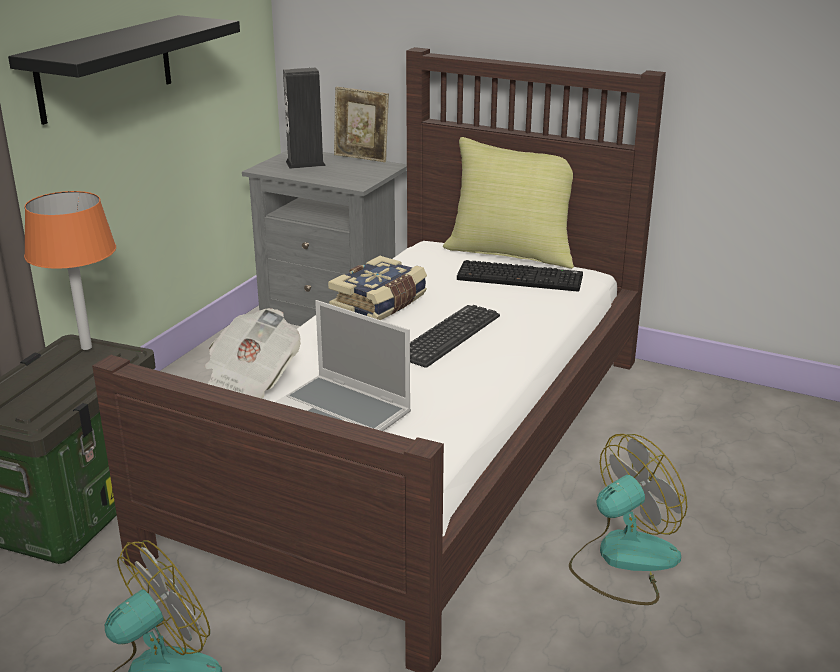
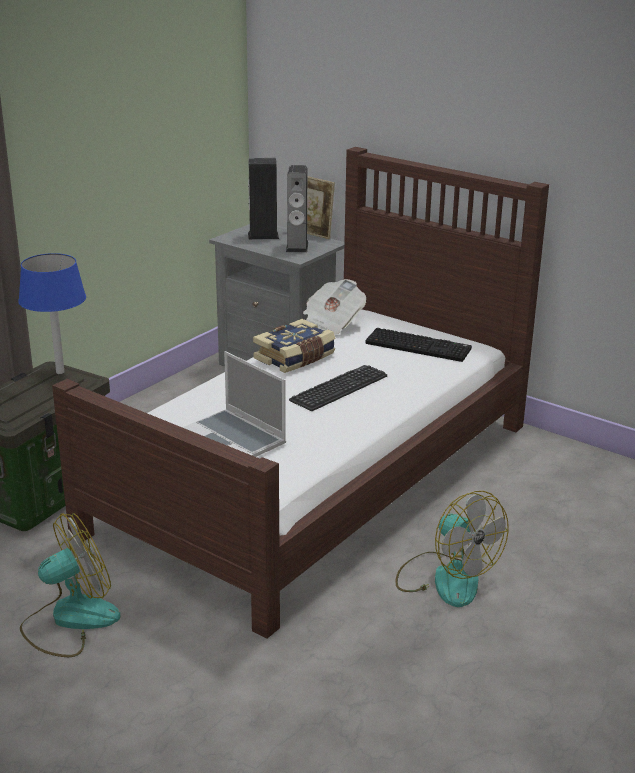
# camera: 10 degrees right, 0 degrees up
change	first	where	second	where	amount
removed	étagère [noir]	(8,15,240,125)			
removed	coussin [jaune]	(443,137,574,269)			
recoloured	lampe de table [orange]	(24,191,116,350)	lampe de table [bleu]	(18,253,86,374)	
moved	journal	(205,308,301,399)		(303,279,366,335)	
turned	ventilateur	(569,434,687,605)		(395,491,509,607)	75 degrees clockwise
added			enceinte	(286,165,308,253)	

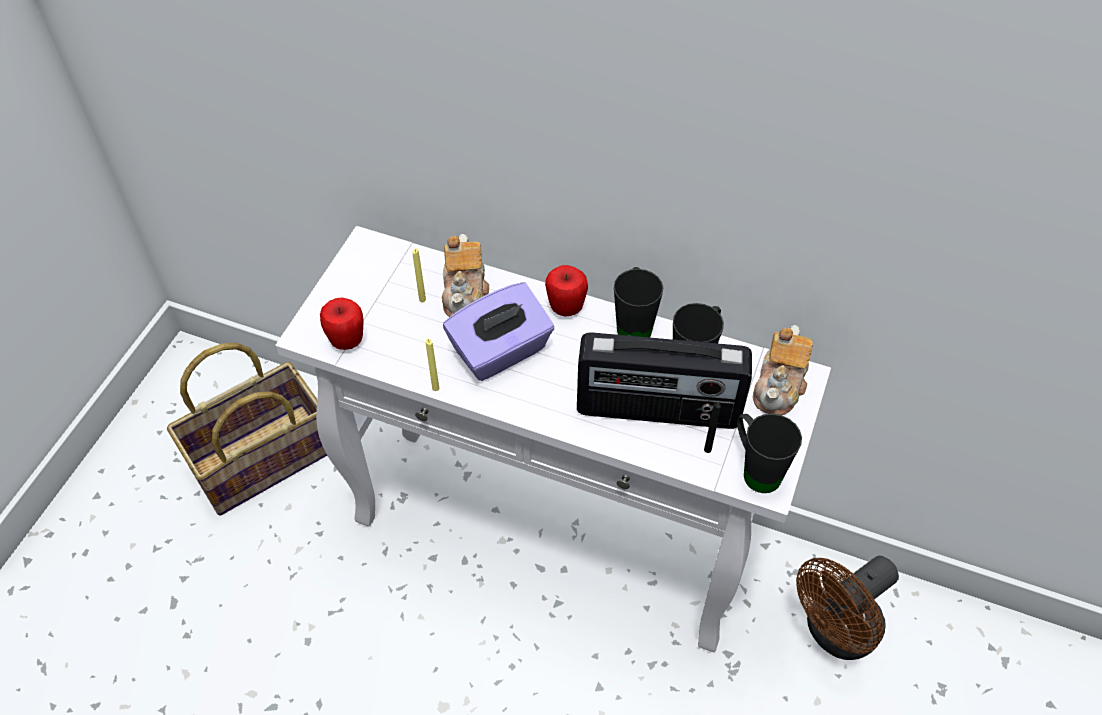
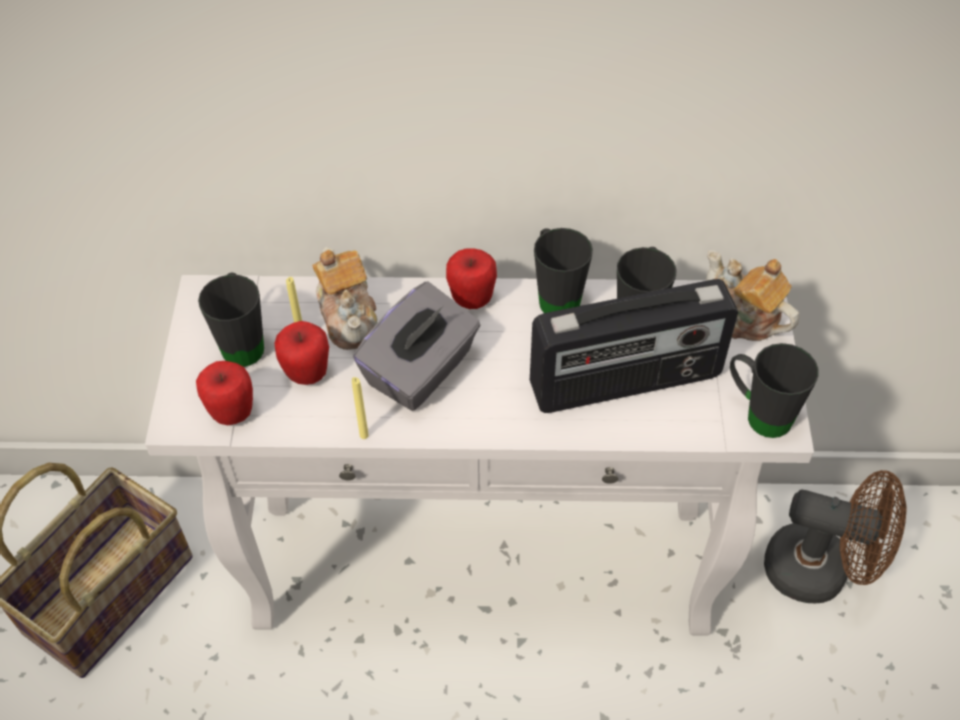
# camera: 20 degrees left, 0 degrees up
change	first	where	second	where	amount
recoloured	boîte à mouchoirs [violet]	(443,282,554,381)	boîte à mouchoirs [gris]	(353,281,480,411)	
turned	théière	(753,325,813,415)		(706,251,799,341)	135 degrees clockwise
removed	bougie [noir]	(704,402,721,453)			
turned	ventilateur [marron]	(796,556,899,660)		(764,470,907,603)	105 degrees counterclockwise
added			mug [noir]	(198,272,264,367)	
added			pomme	(274,321,329,385)	

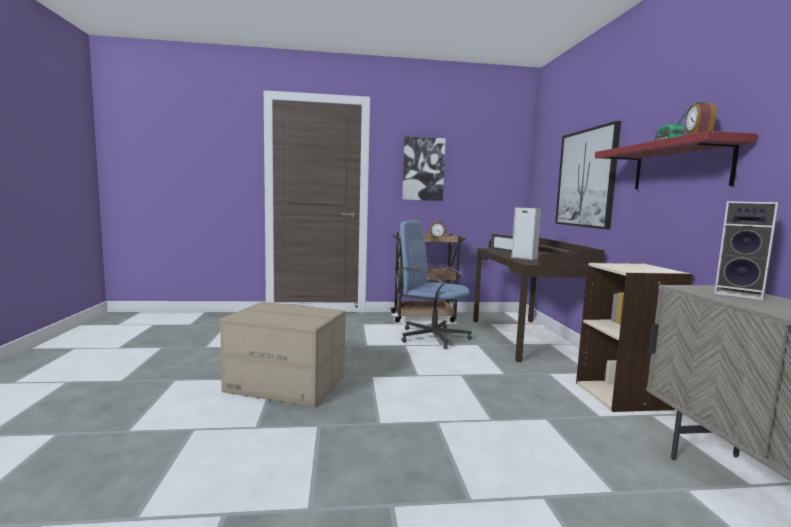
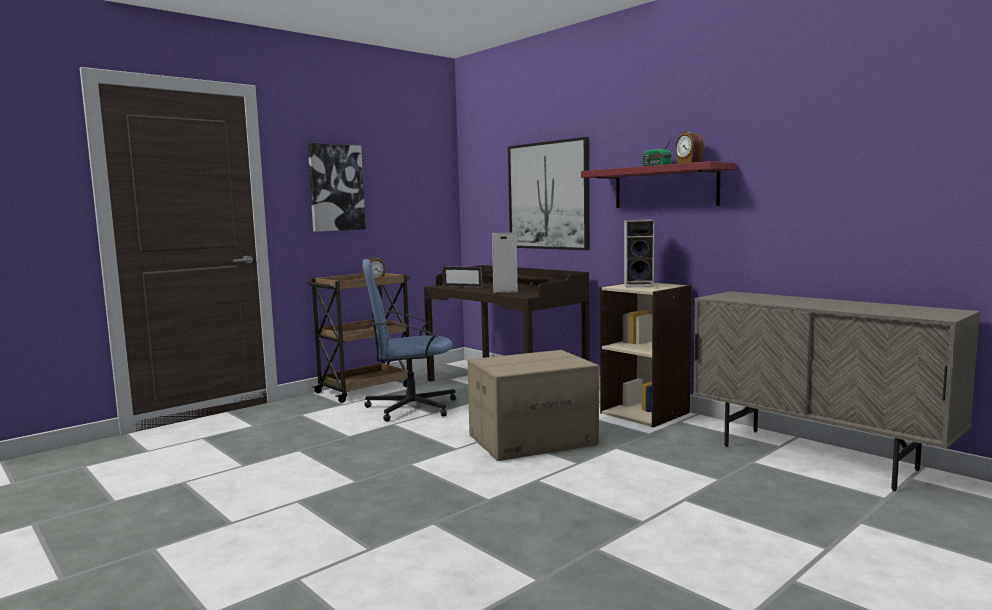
# camera: 35 degrees left, 0 degrees up
change	first	where	second	where	amount
moved	enceinte	(714,201,779,300)		(624,219,654,287)	
moved	carton	(220,302,346,407)		(468,350,599,461)	

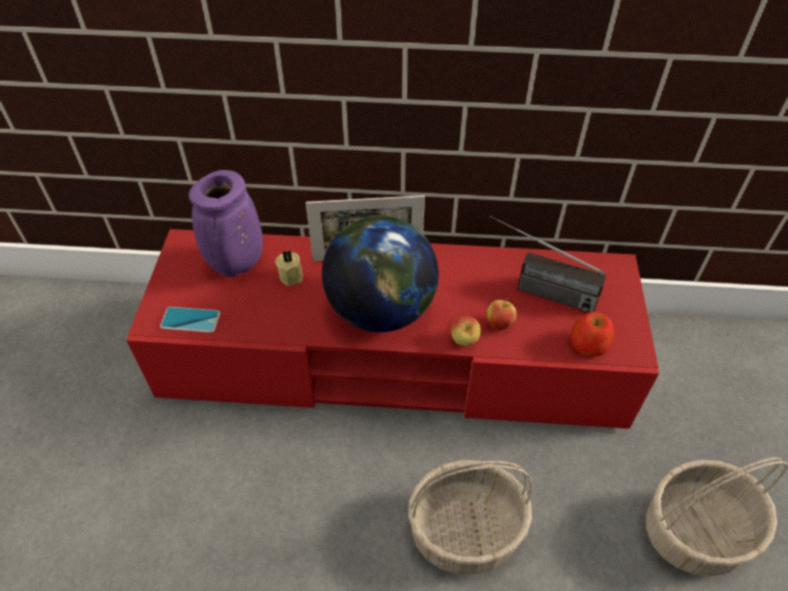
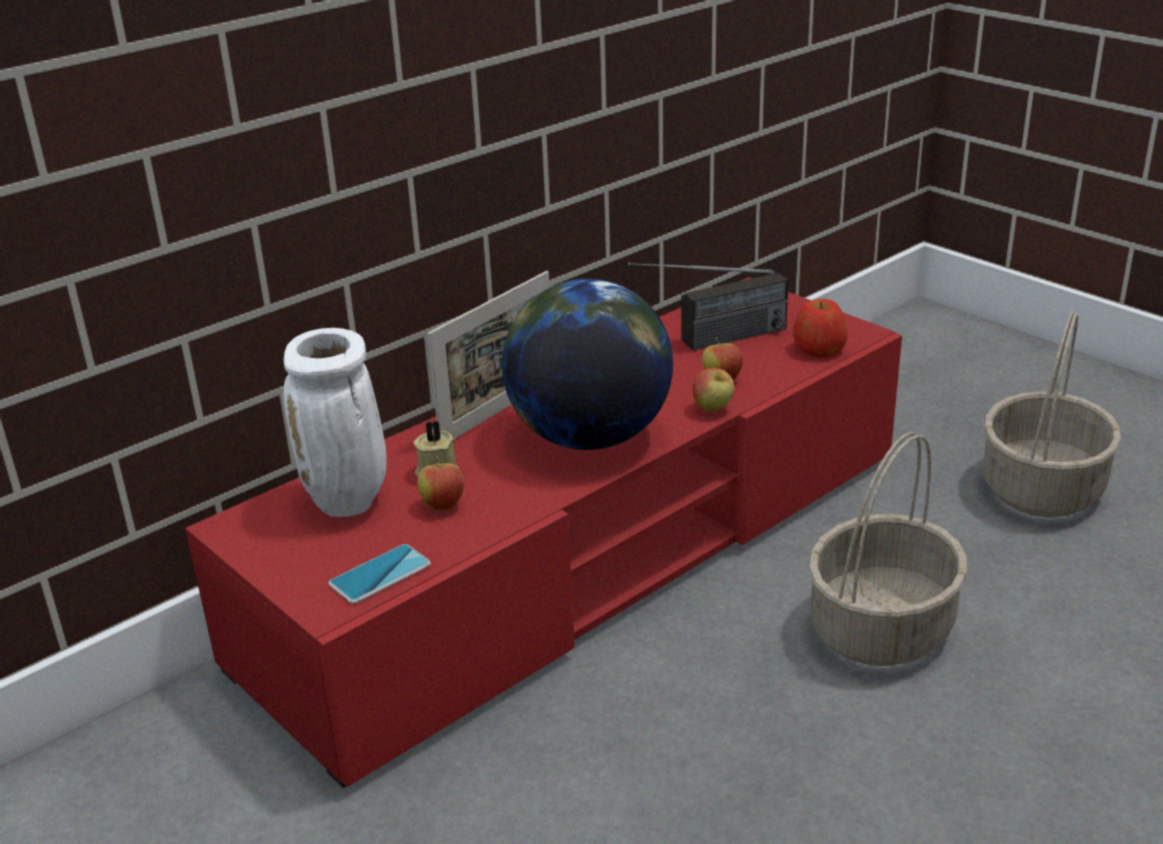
# camera: 45 degrees left, 20 degrees down
change	first	where	second	where	amount
recoloured	vase [violet]	(189,170,263,277)	vase [blanc]	(283,328,387,517)	
added			pomme	(417,456,464,511)	

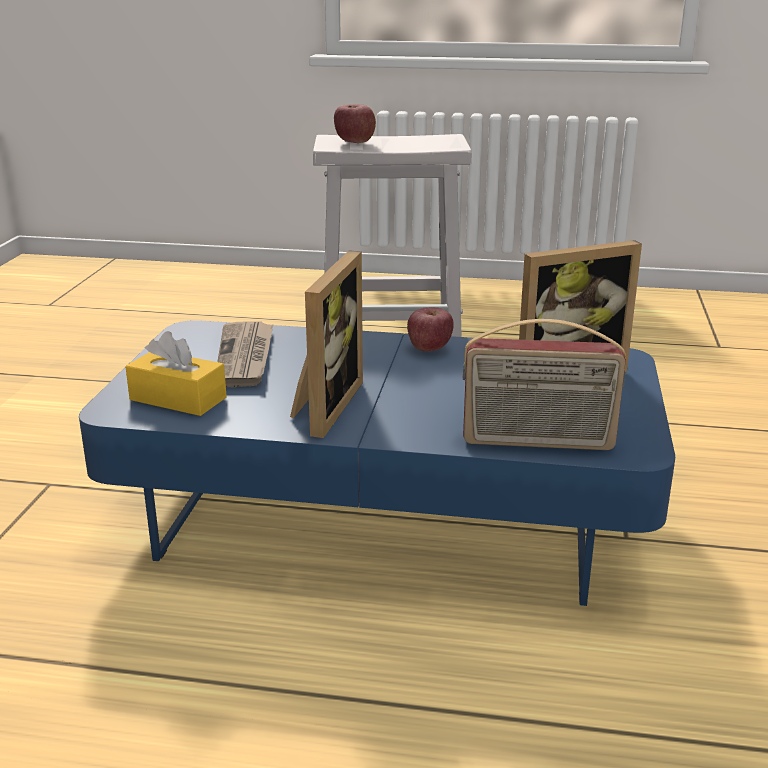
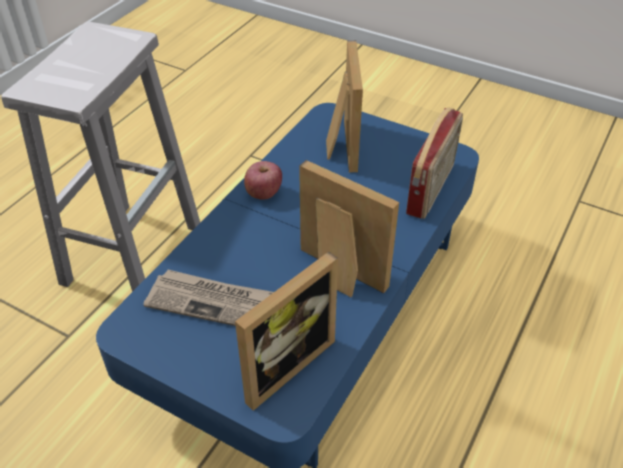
# camera: 70 degrees left, 20 degrees up
change	first	where	second	where	amount
removed	pomme	(334,104,376,143)			
replaced	boîte à mouchoirs [jaune]	(125,331,227,416)	cadre photo	(235,252,338,411)	

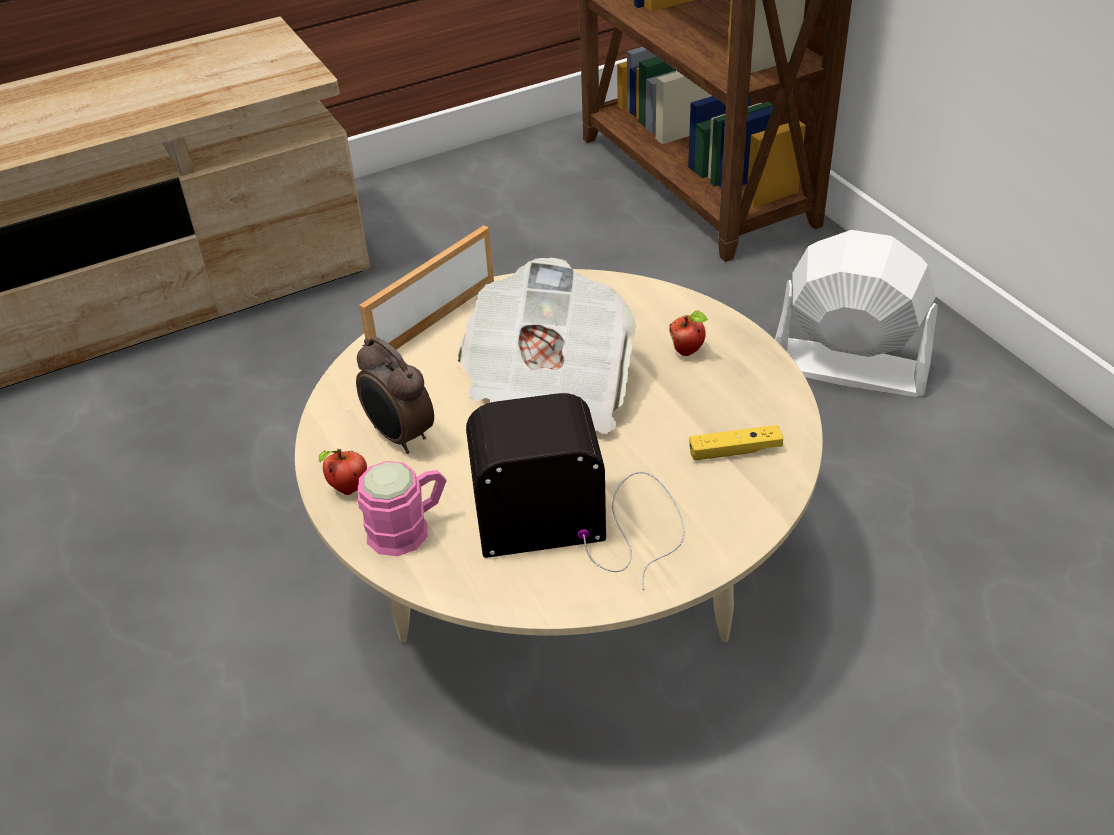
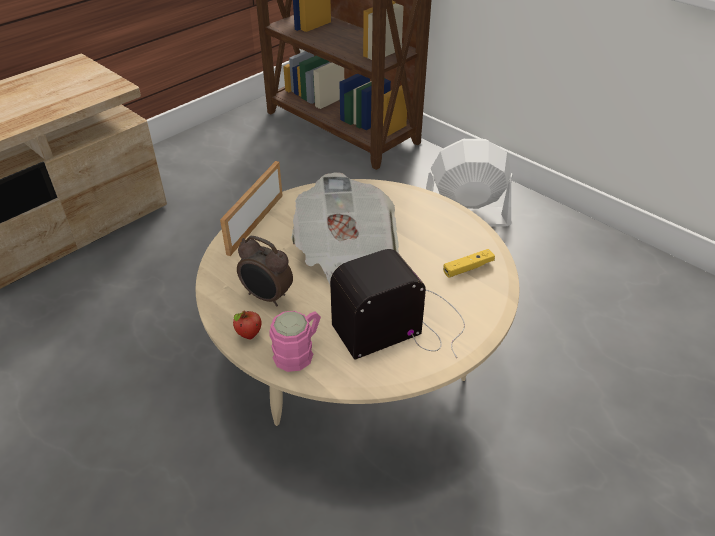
# camera: 20 degrees left, 0 degrees up
change	first	where	second	where	amount
removed	pomme	(669,311,708,356)			

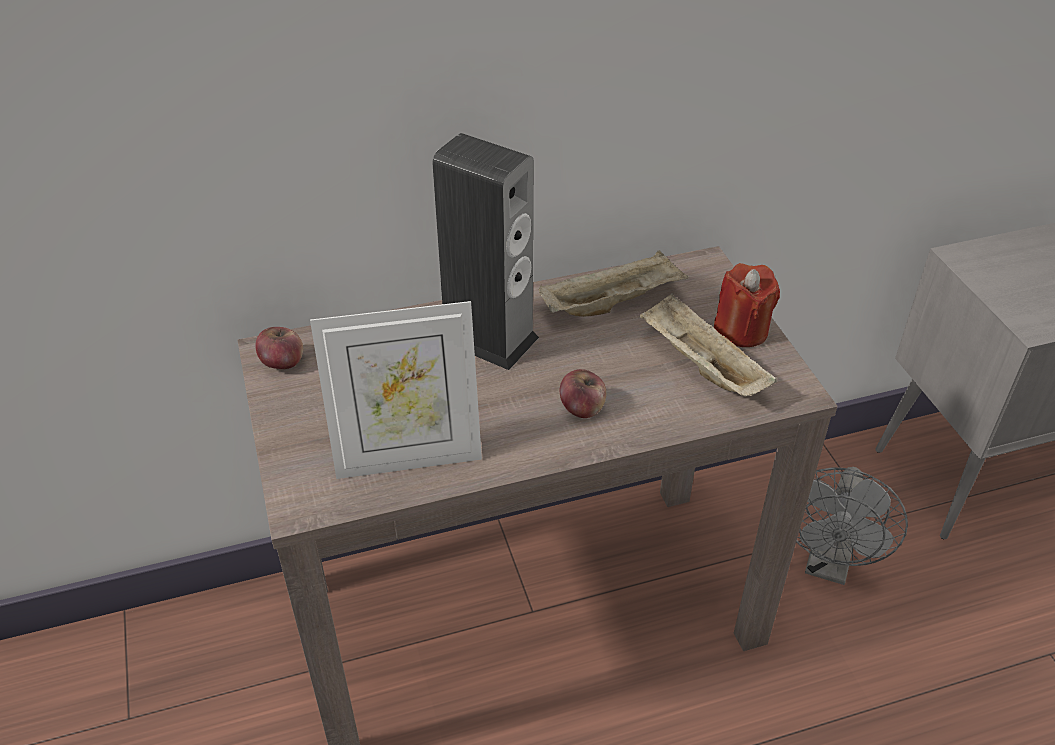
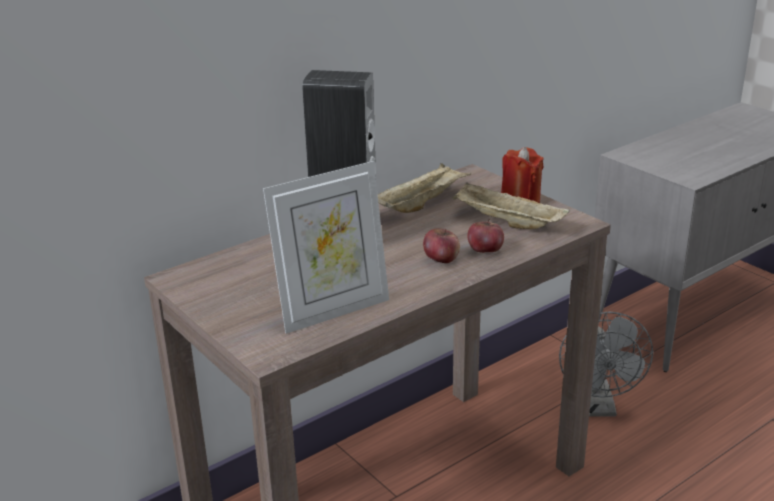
# camera: 20 degrees left, 15 degrees down
change	first	where	second	where	amount
moved	pomme	(255,327,303,369)		(467,219,504,253)	

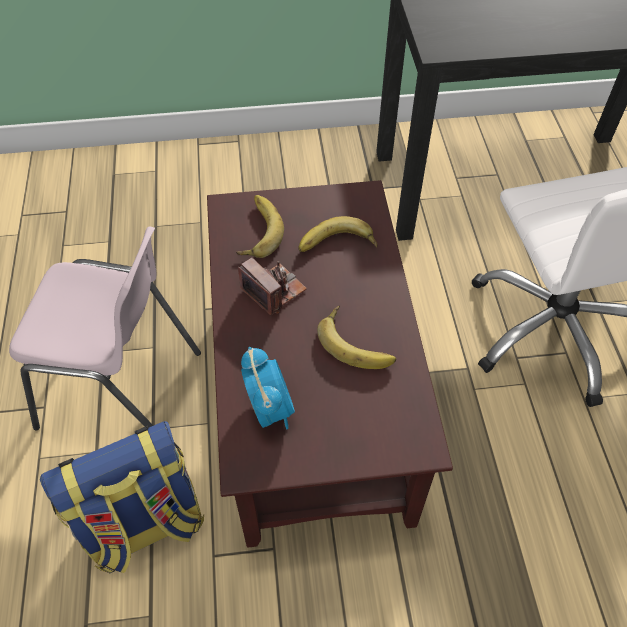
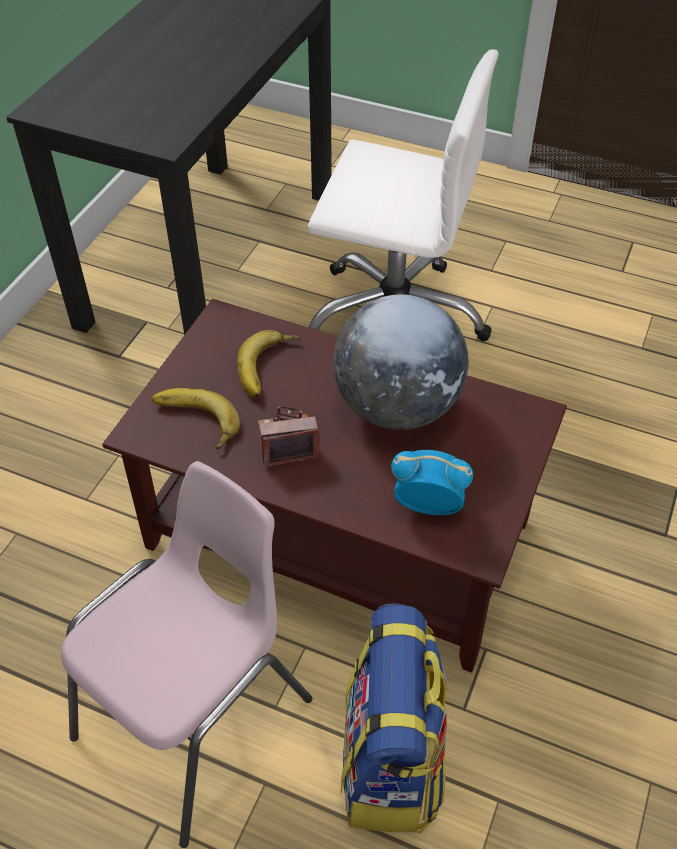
# camera: 60 degrees left, 5 degrees down
change	first	where	second	where	amount
replaced	banane	(317,305,396,369)	globe	(333,294,469,430)	

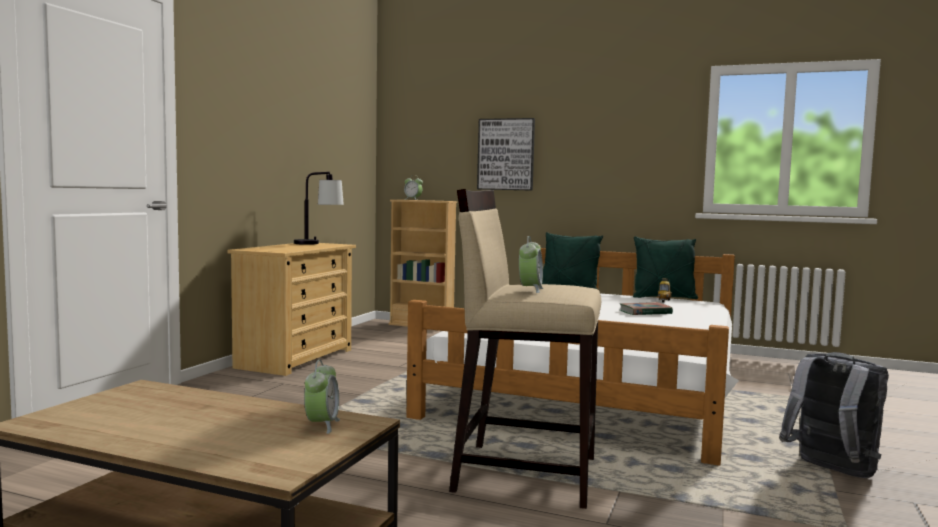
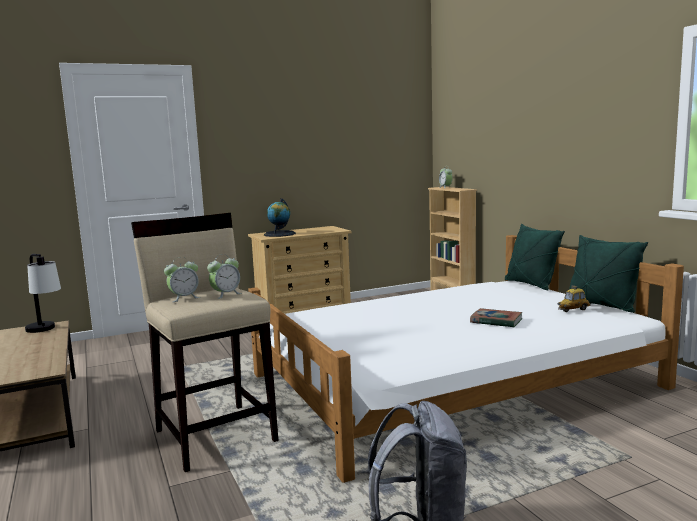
# camera: 45 degrees right, 5 degrees up
change	first	where	second	where	amount
removed	tableau	(477,118,535,191)			
moved	lampe de table	(294,172,344,245)		(25,254,61,333)	
moved	réveil	(304,360,340,434)		(207,254,242,299)	
added			globe	(264,198,296,237)	

